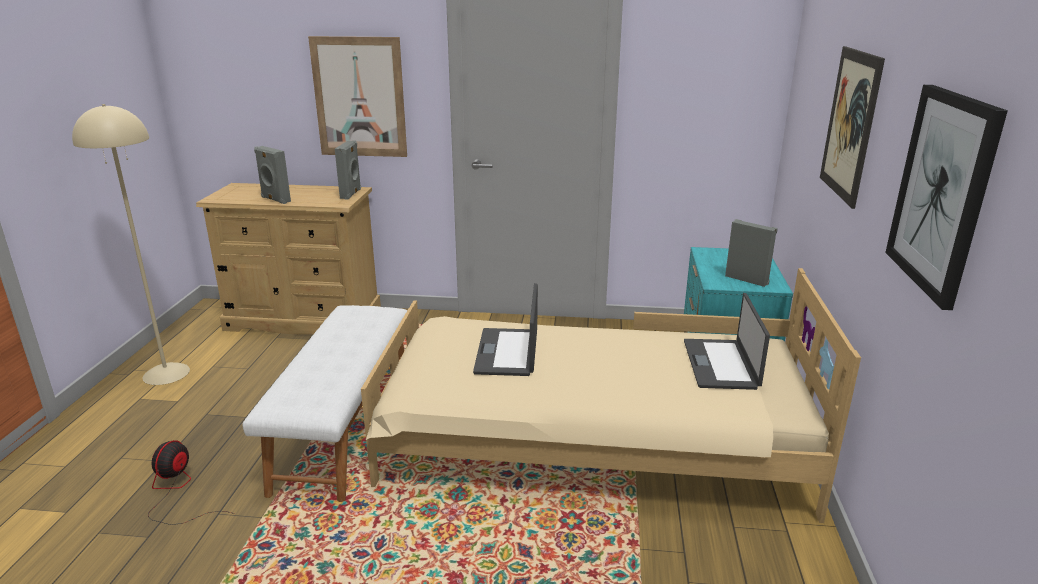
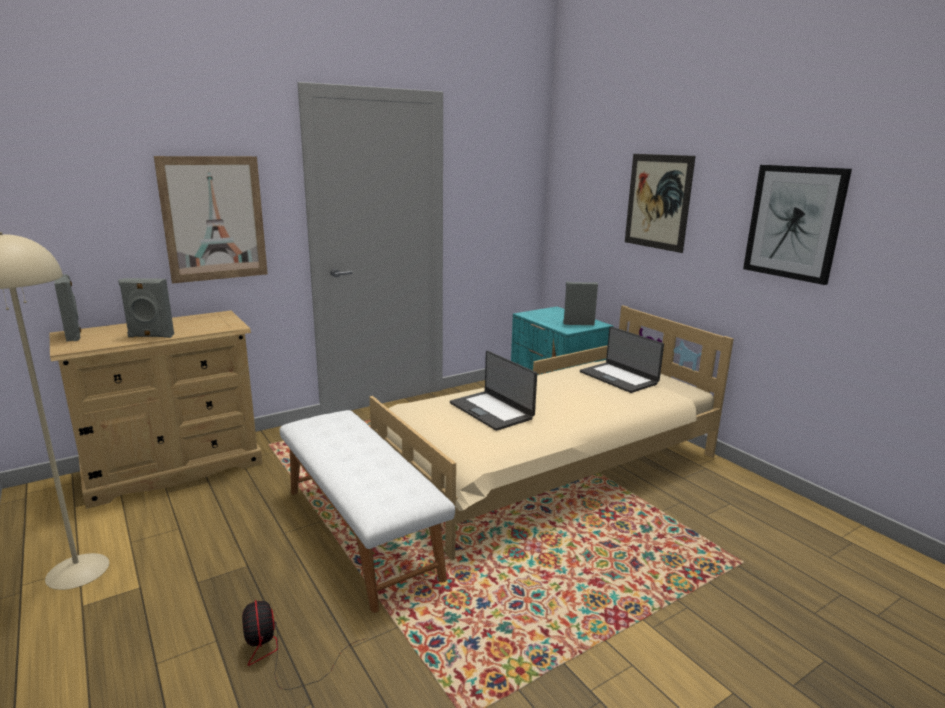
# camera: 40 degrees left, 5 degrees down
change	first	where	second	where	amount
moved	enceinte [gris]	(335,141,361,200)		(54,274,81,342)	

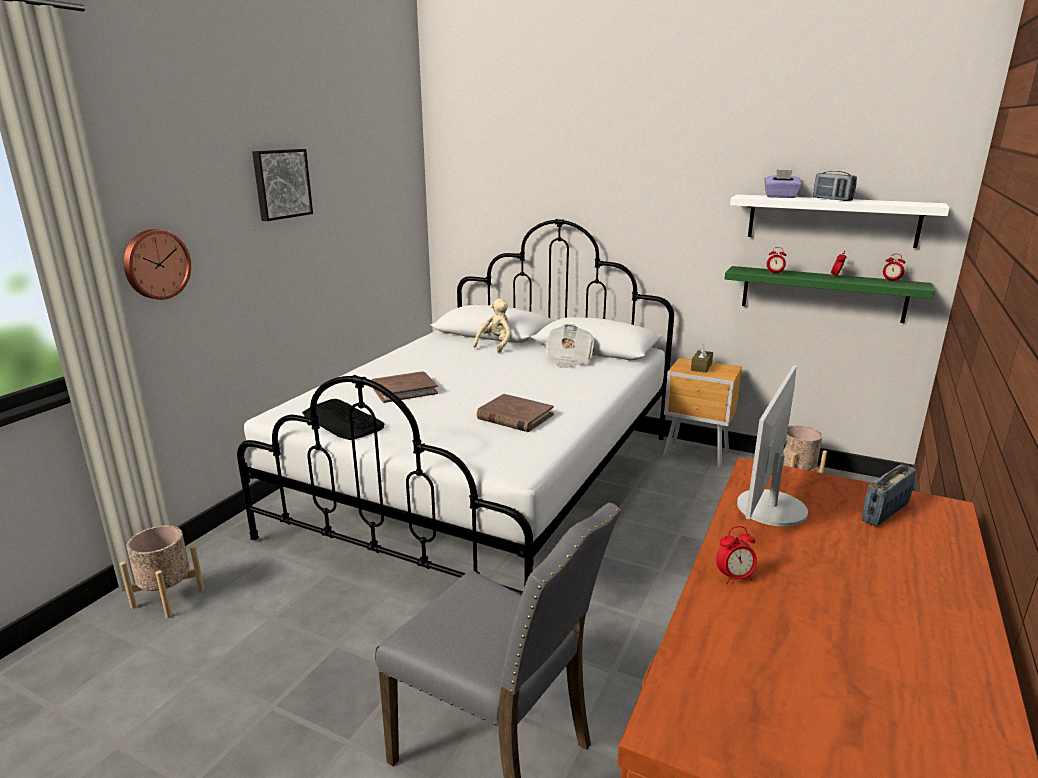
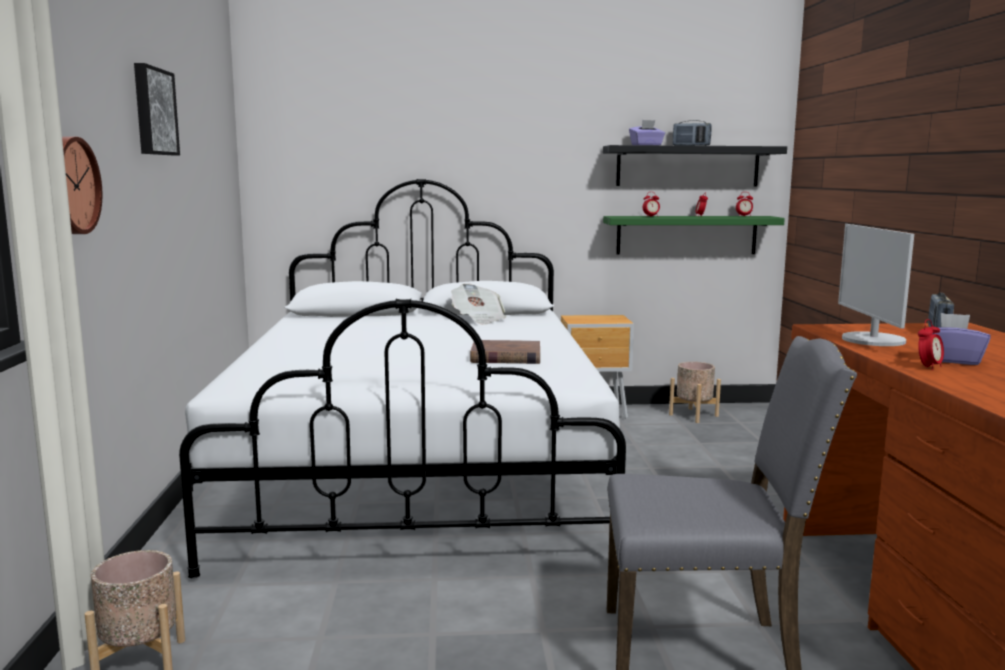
# camera: 30 degrees left, 10 degrees down
change	first	where	second	where	amount
recoloured	étagère [blanc]	(730,194,950,248)	étagère [noir]	(603,145,787,187)	
removed	peluche [beige]	(473,298,511,353)			
removed	boîte à mouchoirs [marron]	(691,343,713,373)			
removed	livre [marron]	(372,372,438,403)			
removed	clavier	(302,399,385,440)			
added			boîte à mouchoirs [violet]	(933,313,991,365)	

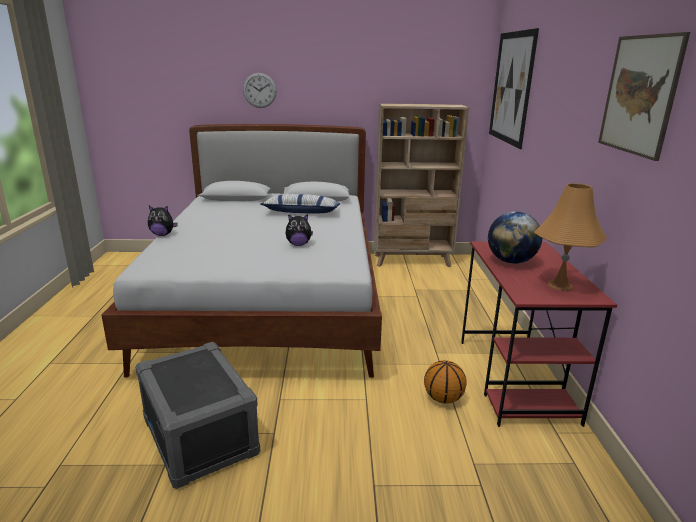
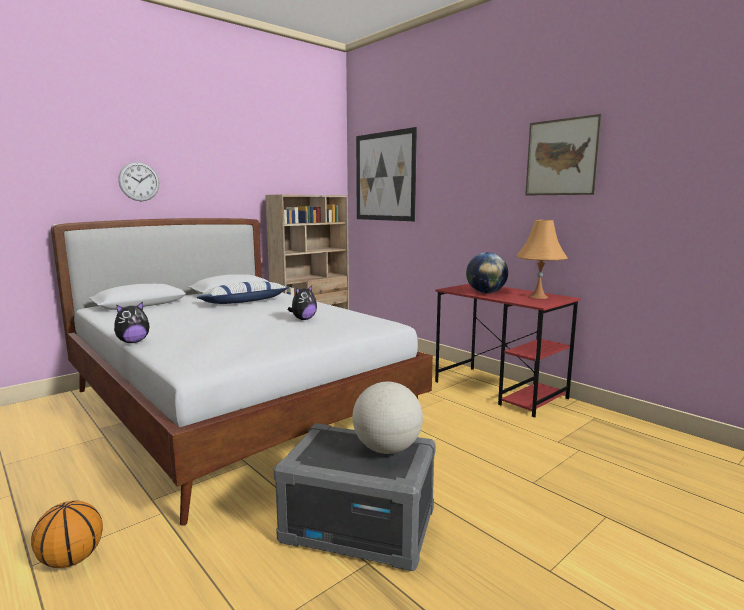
# camera: 40 degrees left, 10 degrees down
change	first	where	second	where	amount
moved	ballon de basket	(424,360,467,404)		(31,501,103,568)	
added			globe	(352,382,423,454)	

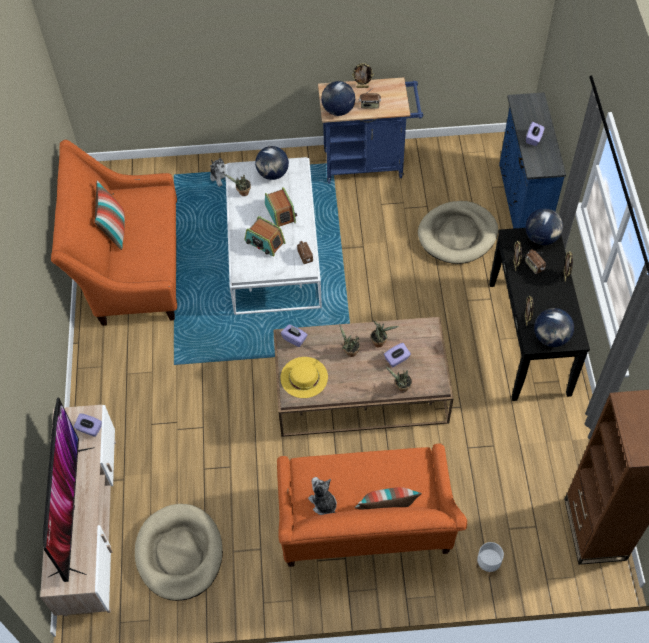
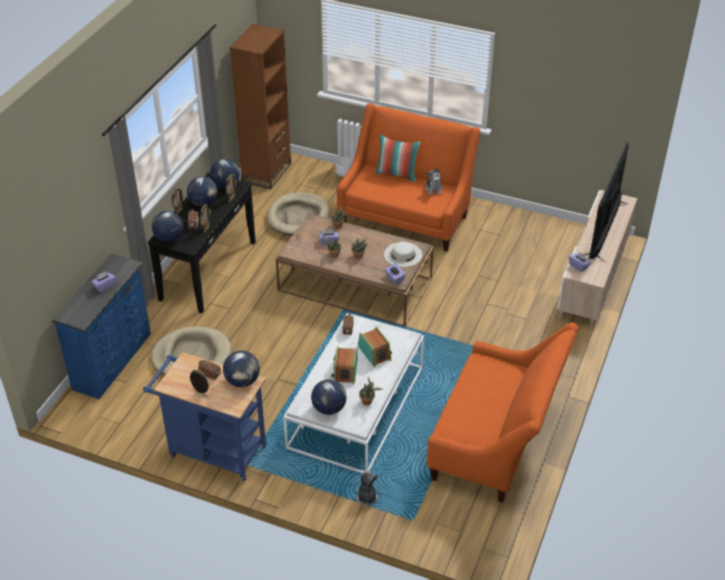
# camera: 155 degrees left, 15 degrees down
change	first	where	second	where	amount
removed	coussin	(94,181,125,250)			
recoloured	chapeau [jaune]	(280,357,328,398)	chapeau [blanc]	(384,242,422,267)	
moved	panier pour chien [beige]	(135,504,223,601)		(267,192,330,236)	
added			globe	(187,176,218,207)	

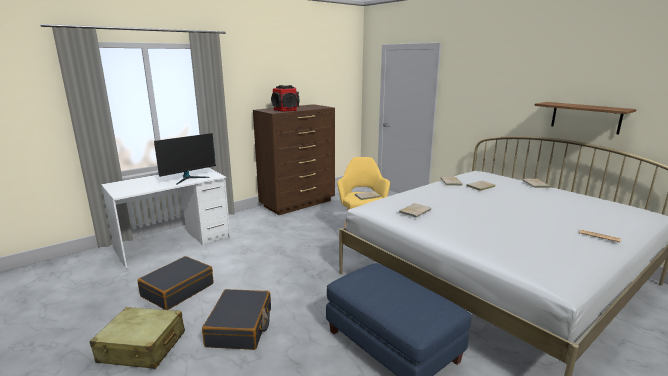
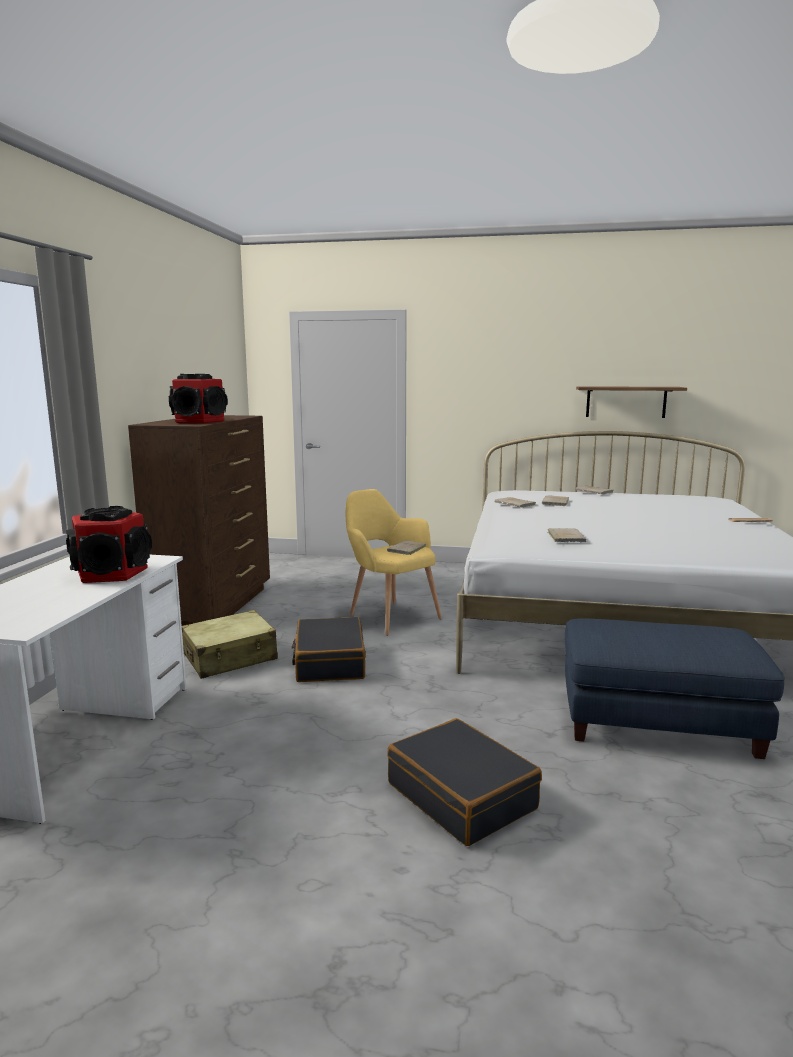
# camera: 40 degrees left, 5 degrees down
change	first	where	second	where	amount
replaced	écran d'ordinateur	(154,133,216,185)	enceinte	(66,506,152,583)	
moved	valise [noir]	(138,256,213,310)		(292,617,366,682)	
moved	valise [beige]	(90,307,185,369)		(182,610,278,679)	

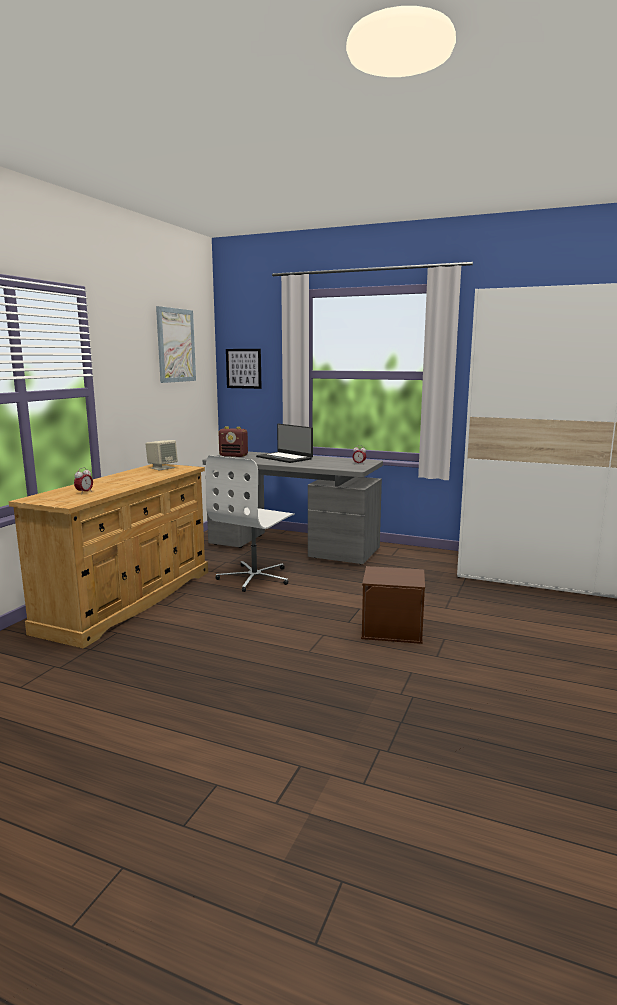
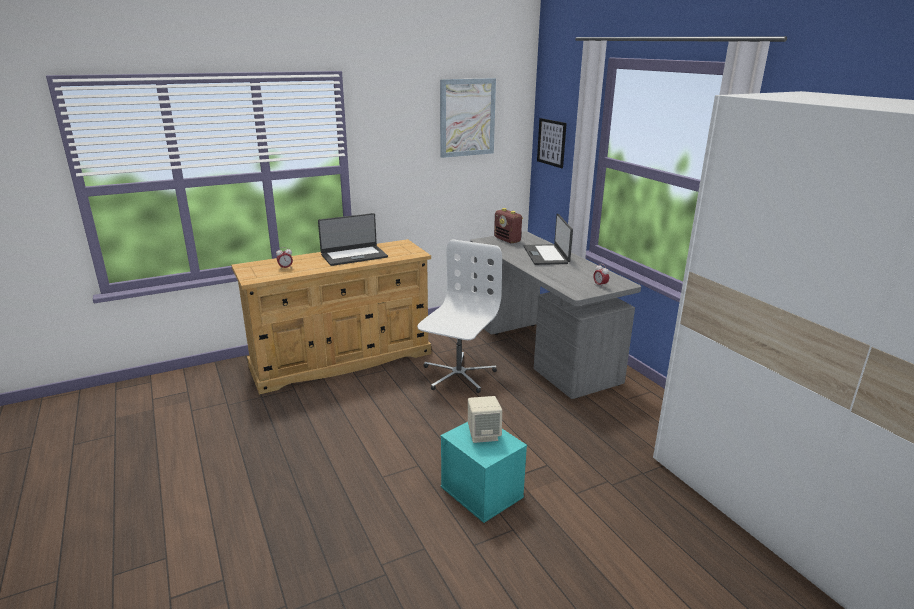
# camera: 40 degrees right, 10 degrees up
change	first	where	second	where	amount
moved	enceinte [beige]	(146,440,178,470)		(468,396,502,443)	
turned	chaise de bureau [blanc]	(206,455,295,592)		(417,239,502,393)	135 degrees clockwise
recoloured	boîte de rangement [marron]	(361,566,425,644)	boîte de rangement [turquoise]	(440,422,527,523)	
added			ordinateur portable	(318,213,388,266)	

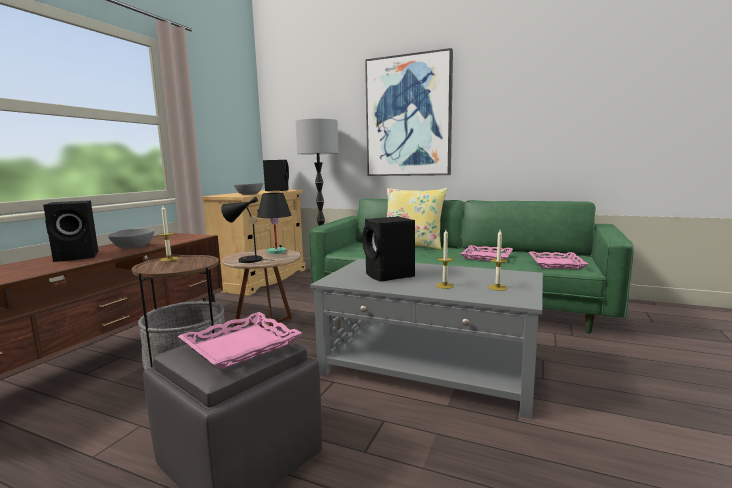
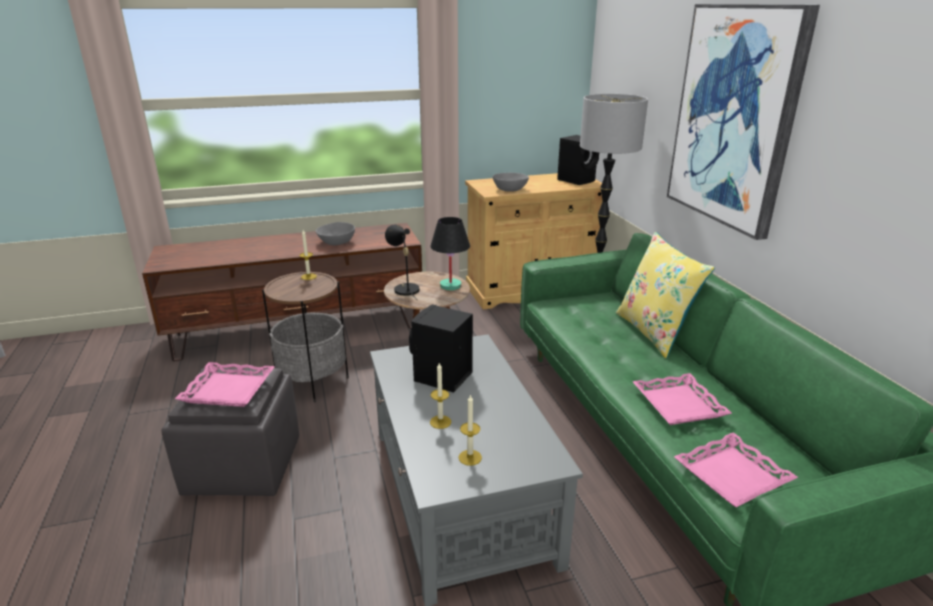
# camera: 50 degrees right, 15 degrees up
change	first	where	second	where	amount
removed	enceinte [noir]	(43,200,98,262)			

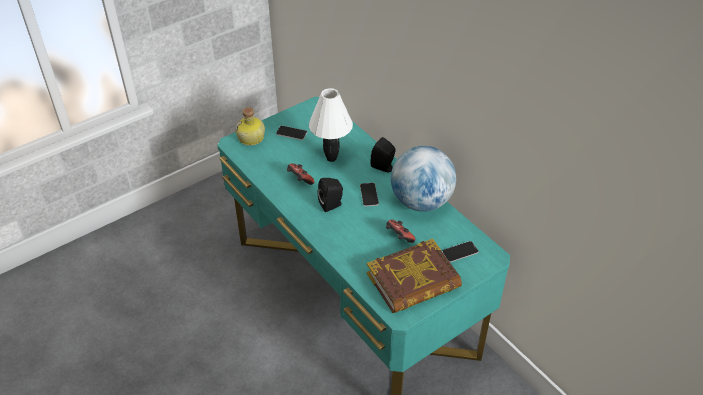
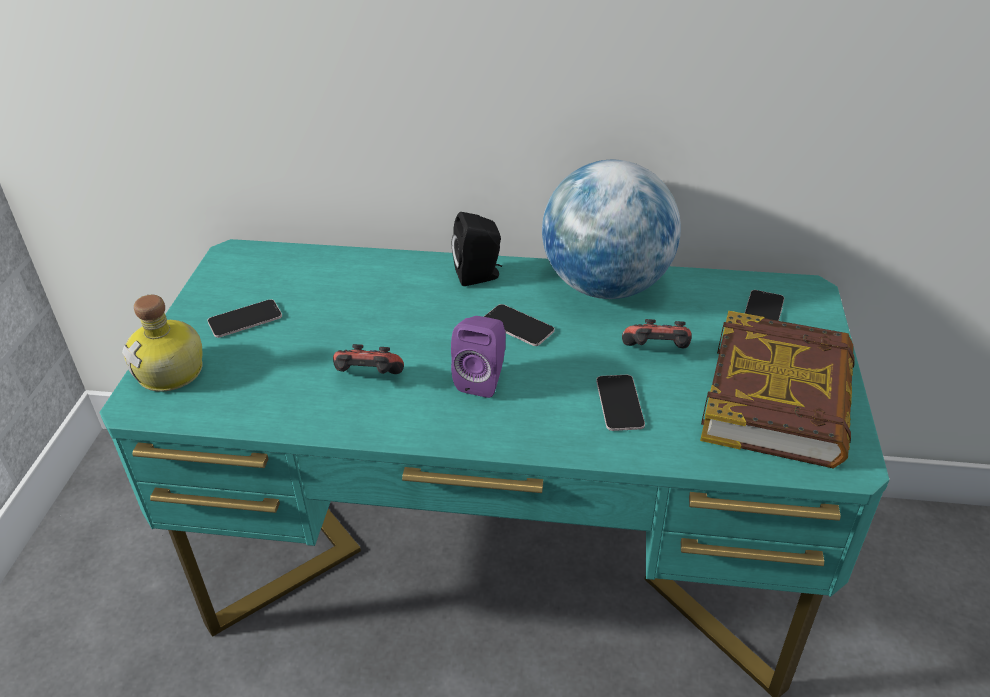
# camera: 45 degrees left, 5 degrees down
change	first	where	second	where	amount
removed	lampe de table [blanc]	(309,88,353,162)			
recoloured	enceinte [noir]	(317,178,343,212)	enceinte [violet]	(451,316,506,398)	
added			téléphone	(596,375,645,431)	

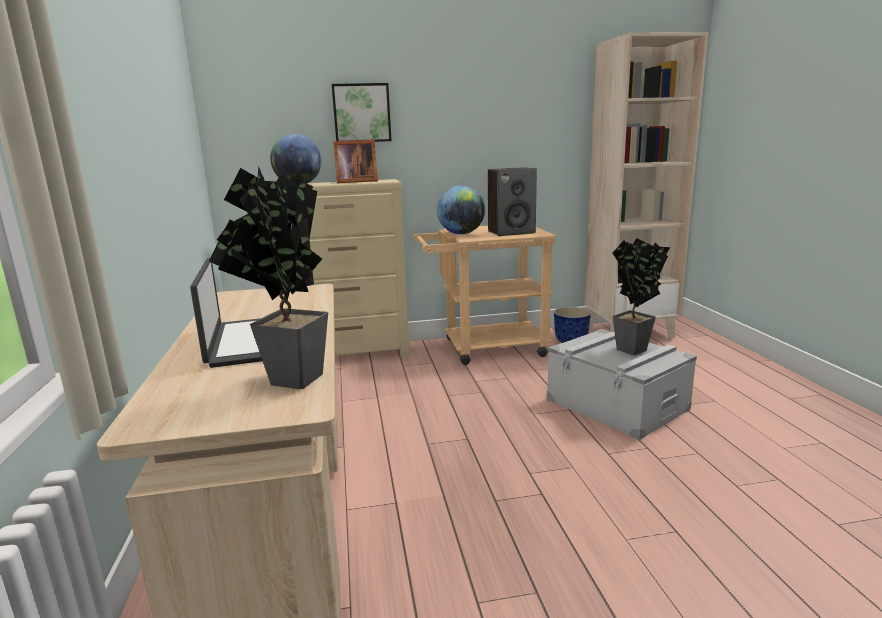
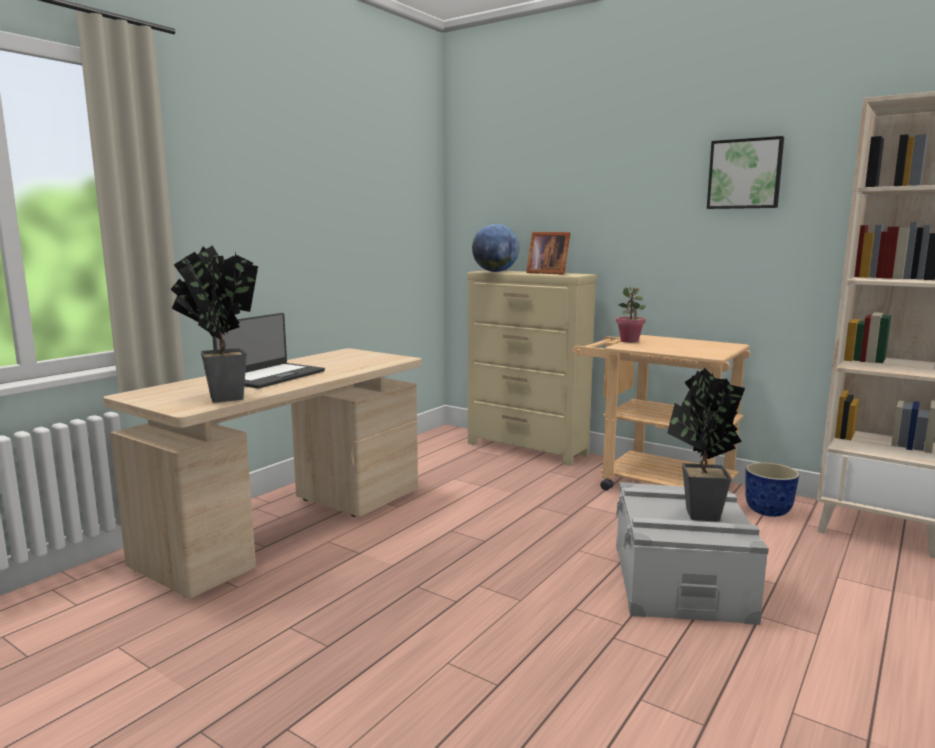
# camera: 45 degrees right, 5 degrees down
change	first	where	second	where	amount
moved	tableau	(332,83,392,142)		(707,136,784,209)	
removed	enceinte	(488,167,537,236)			
replaced	globe	(437,186,485,234)	plante en pot	(616,287,646,343)	

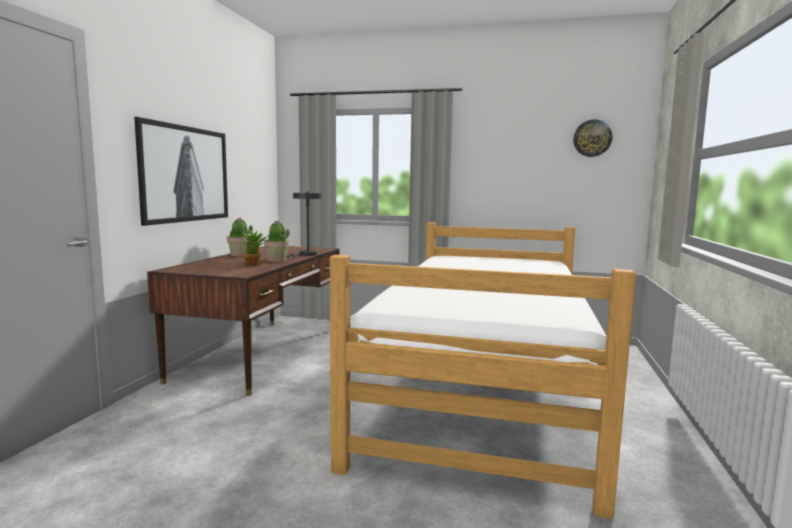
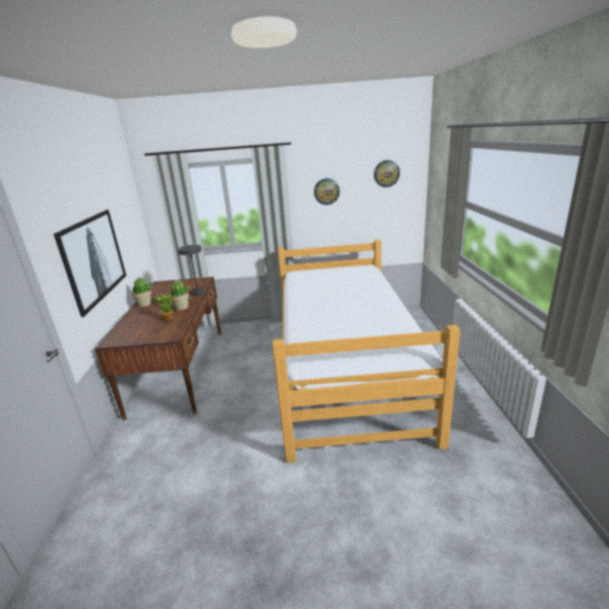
# camera: 15 degrees left, 15 degrees up
change	first	where	second	where	amount
added			horloge murale	(314,178,340,205)	

